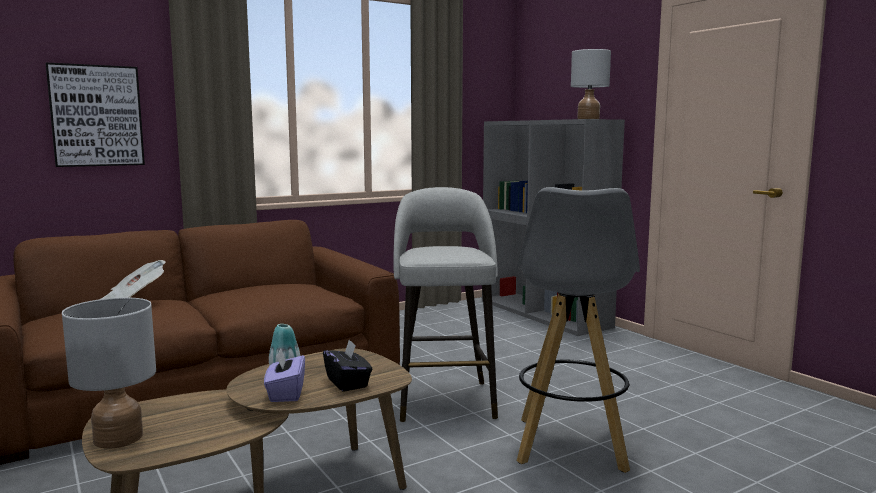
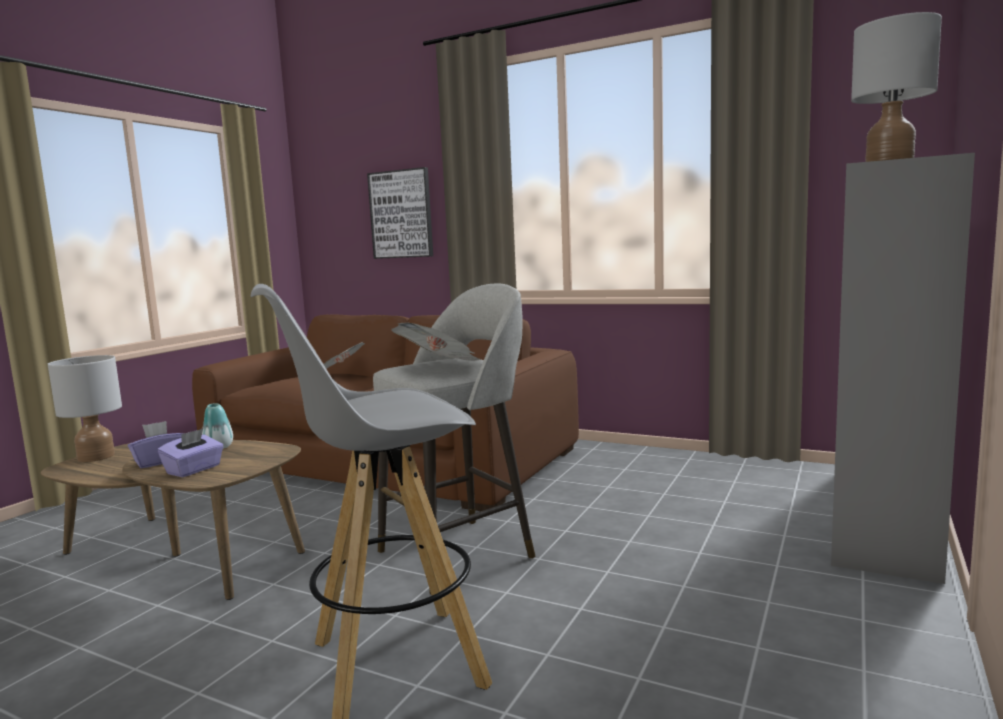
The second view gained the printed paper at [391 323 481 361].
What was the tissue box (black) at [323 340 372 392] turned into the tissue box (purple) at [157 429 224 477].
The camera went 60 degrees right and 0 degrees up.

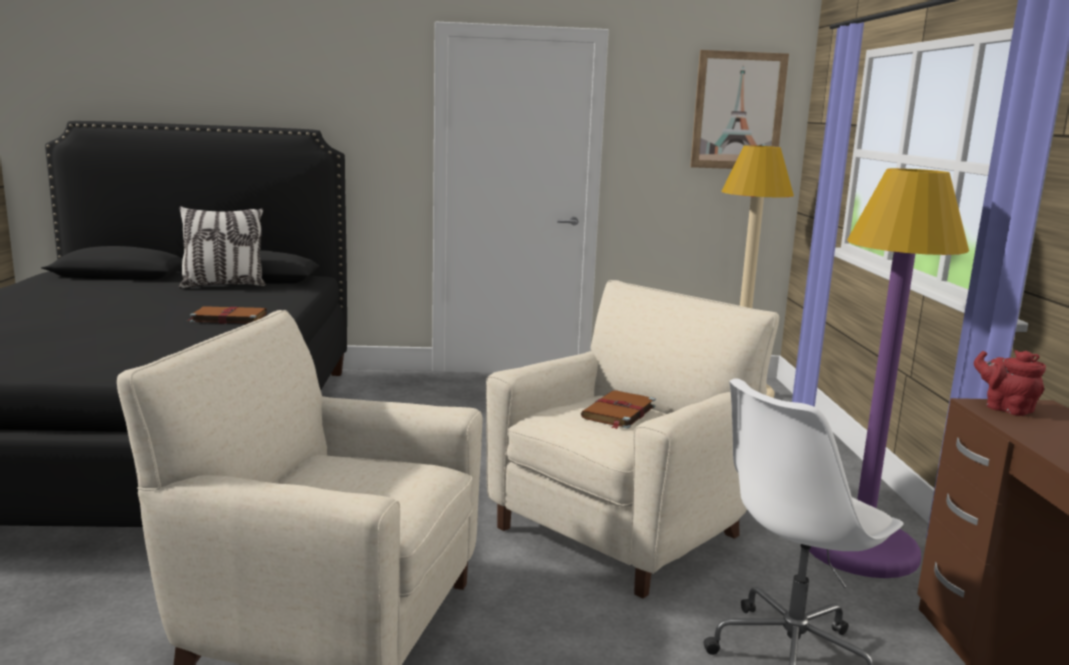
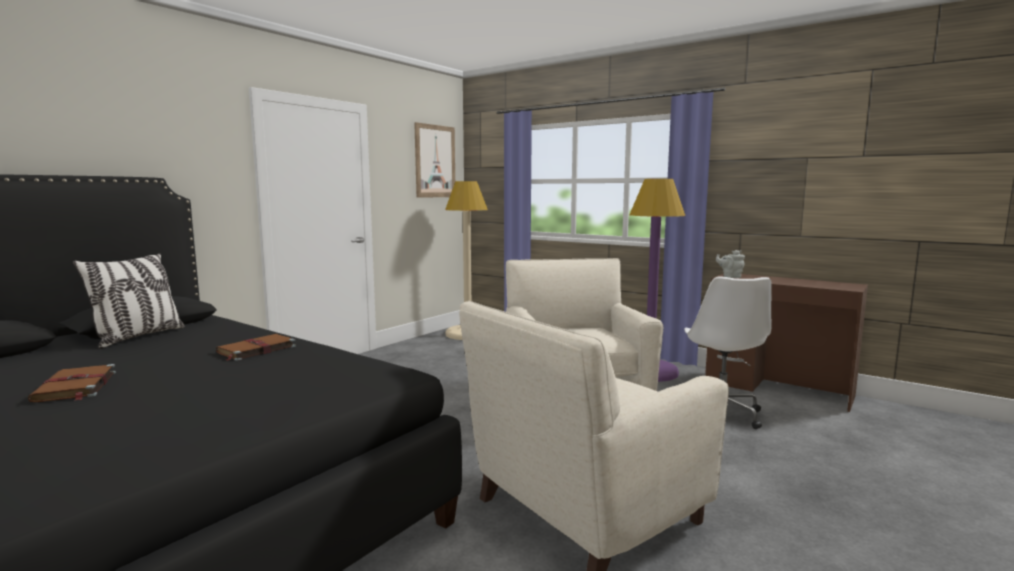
The bound book (brown-coloured) ended up elsewhere, having gone from [581 390 656 429] to [28 364 116 402].
What was the teapot (red-coloured) at [974 350 1046 416] turned into the teapot (grey) at [716 250 745 278].
The camera went 50 degrees left and 5 degrees down.

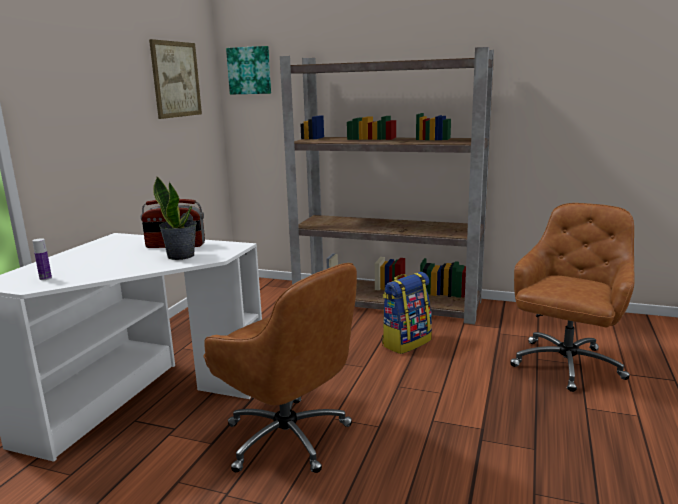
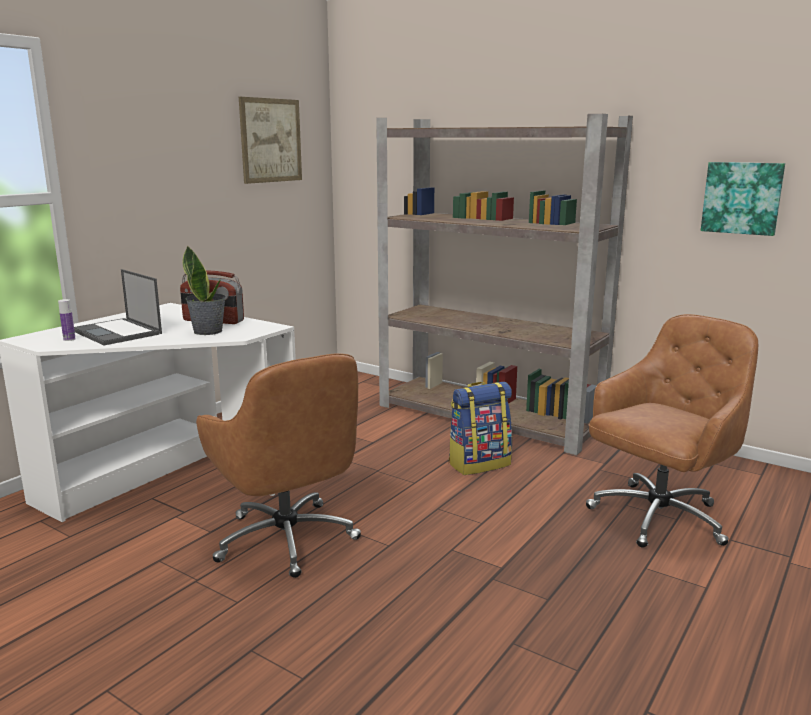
The second view gained the notebook computer at [74 269 162 345].
The wall picture ended up elsewhere, having gone from [226 46 271 94] to [701 162 785 236].
The camera went 15 degrees right and 0 degrees up.

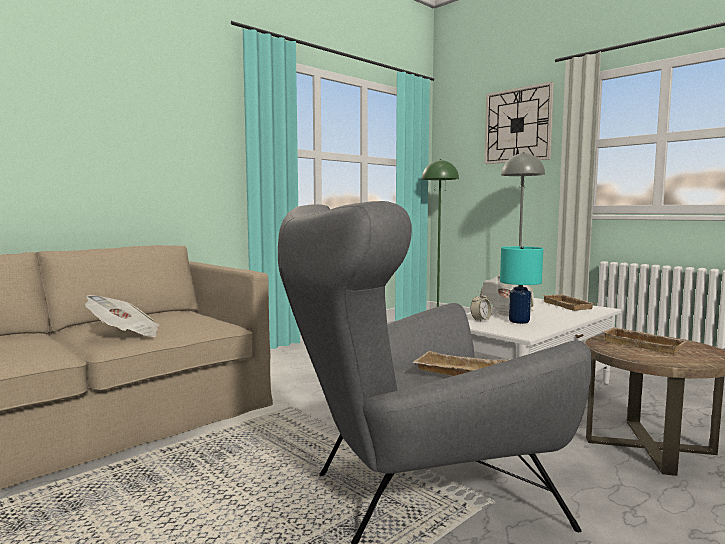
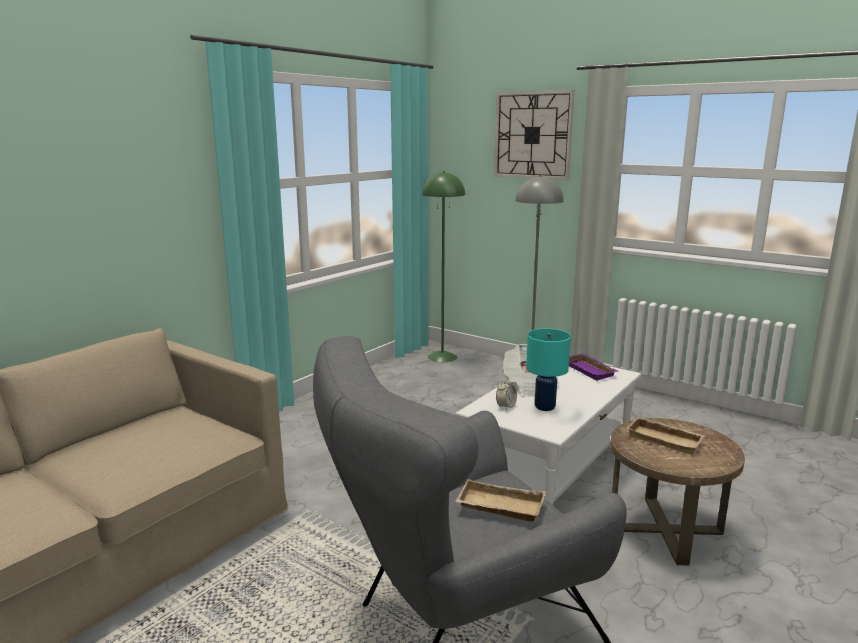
The second view lost the printed paper at [85 295 160 337].
What was the tray (sand-coloured) at [543 294 595 311] turned into the tray (purple) at [569 354 619 381].
The camera went 10 degrees left and 10 degrees up.

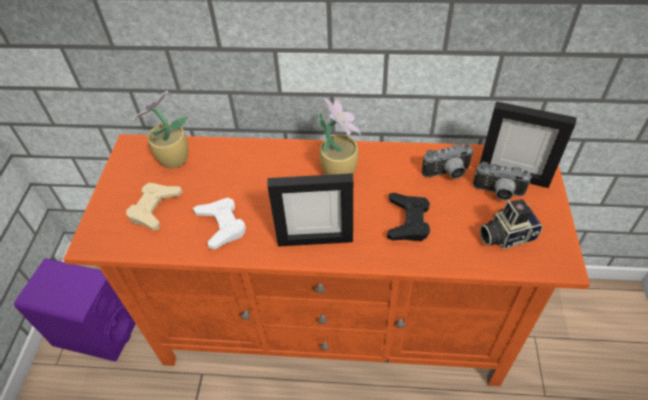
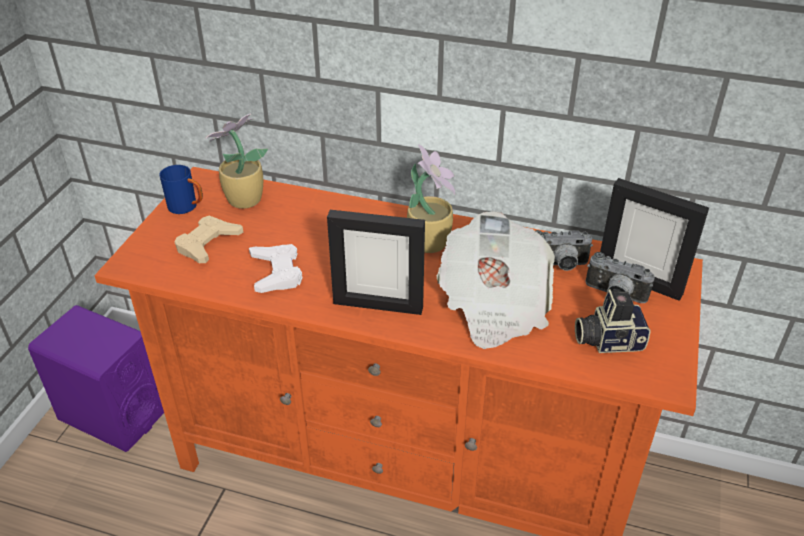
The second view gained the tea mug (bluish) at [159 165 203 214].
Where the game controller (black) stood at [387 193 430 241], the printed paper came to stand at [436 211 555 349].
The camera went 10 degrees right and 10 degrees down.

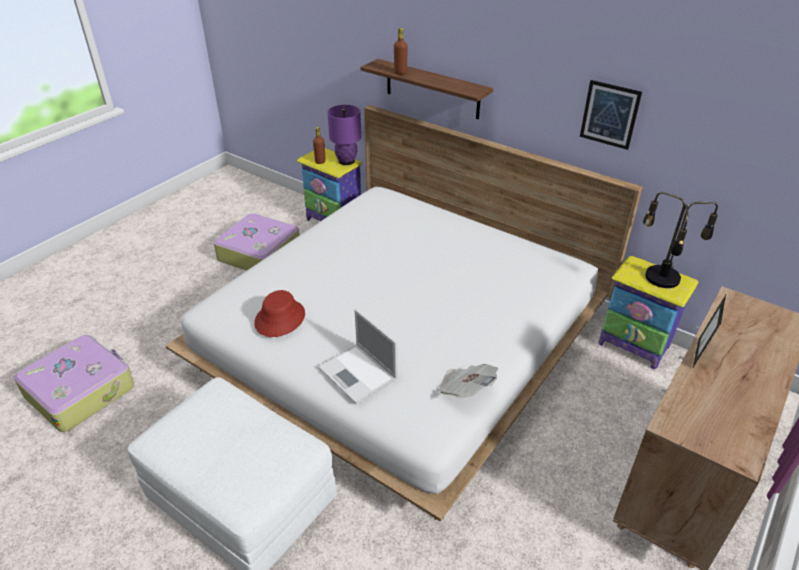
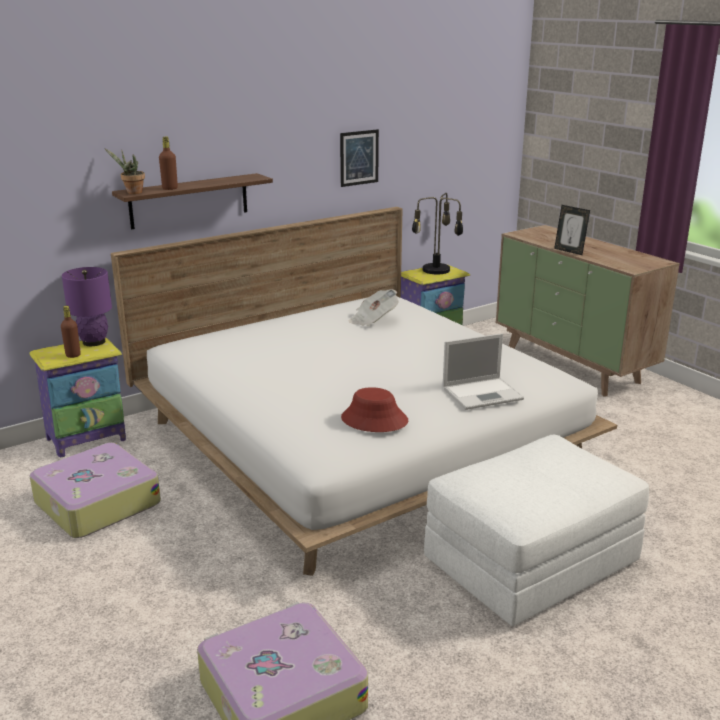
The second view gained the houseplant at [104 148 145 194].
The printed paper ended up elsewhere, having gone from [437 364 499 398] to [349 289 399 326].
The camera went 70 degrees left and 15 degrees down.

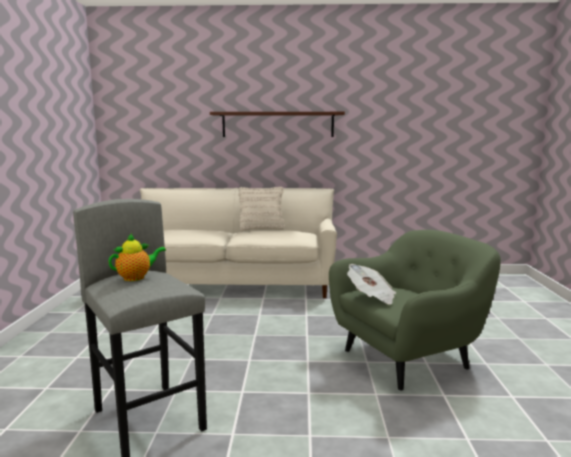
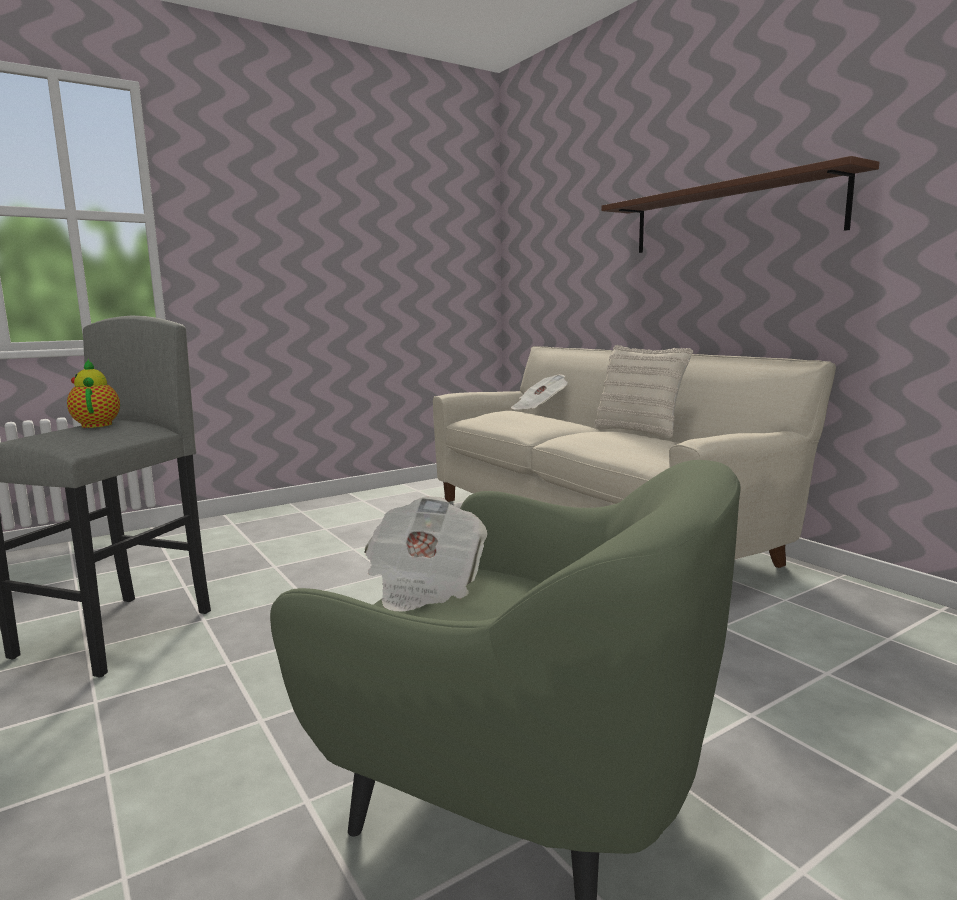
The second view gained the printed paper at [511 374 568 410].
The teapot at [108 234 166 281] ended up facing another way, 135 degrees counterclockwise from before.
The camera went 55 degrees right and 0 degrees up.

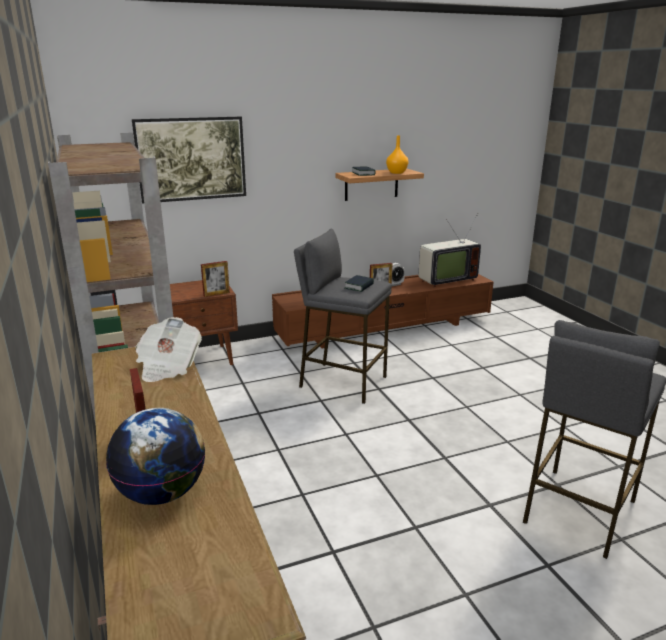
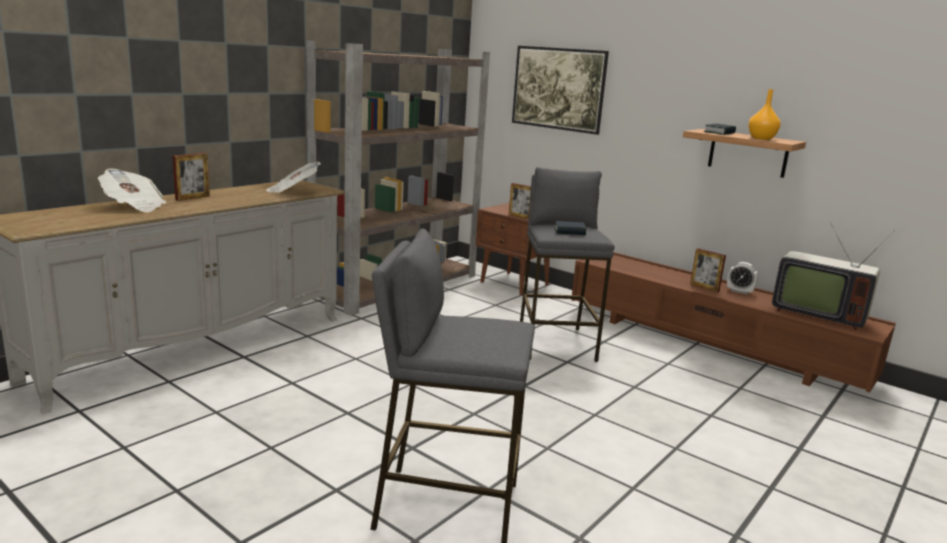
Where the globe stood at [106 408 205 505], the printed paper came to stand at [98 169 166 212].
The camera went 60 degrees right and 5 degrees down.

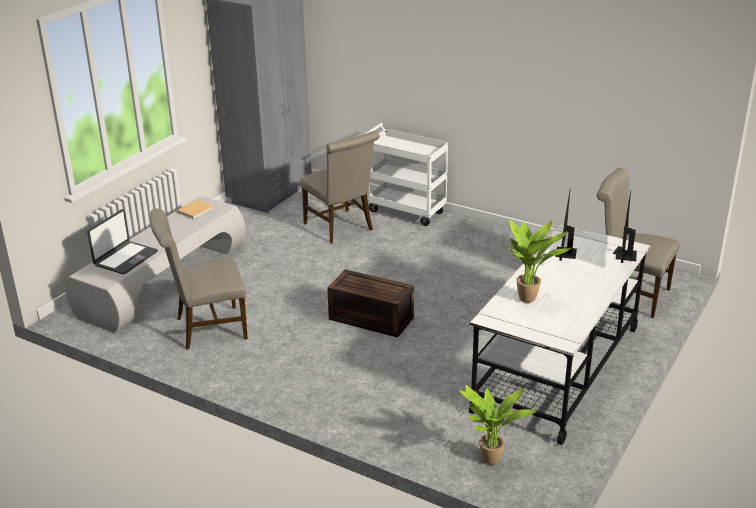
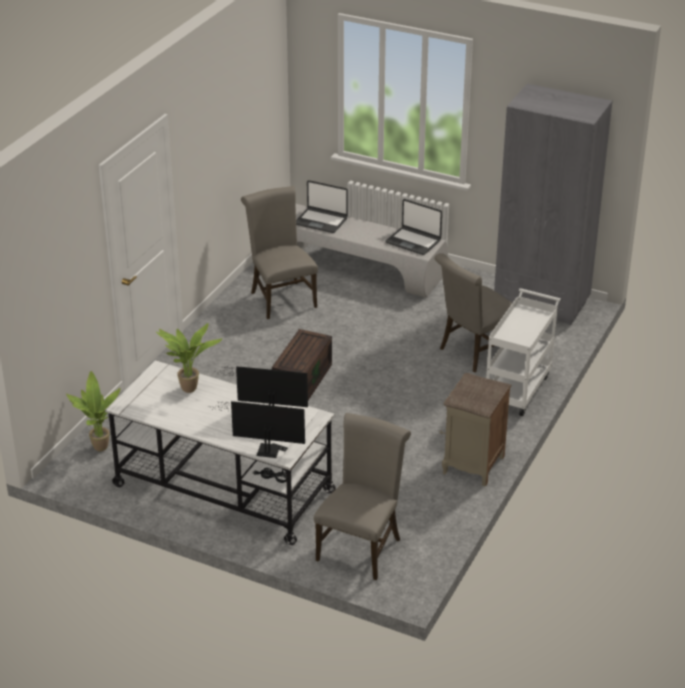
The second view gained the nightstand (sand-coloured) at [440 373 511 487].
Where the bound book (sand-coloured) stood at [177 200 214 219], the notebook computer came to stand at [385 199 442 255].
The camera went 85 degrees right and 5 degrees up.

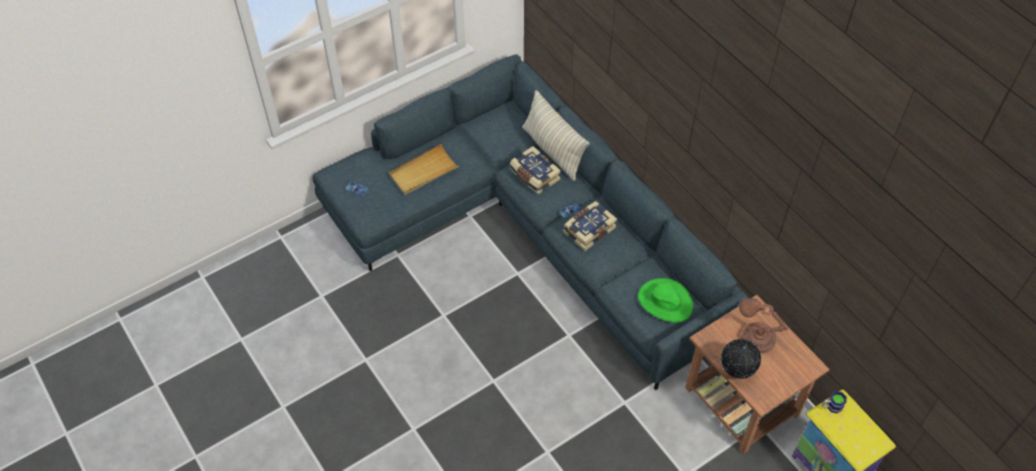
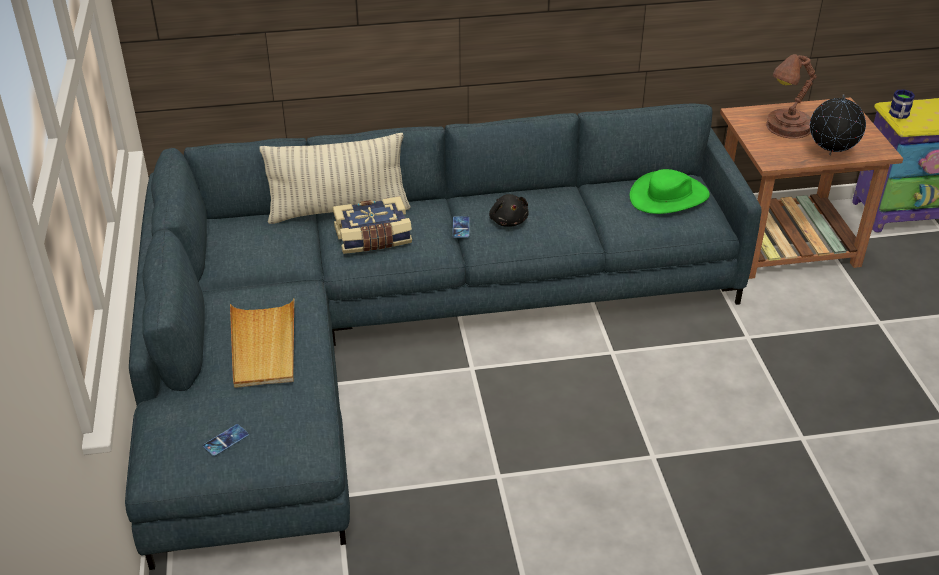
Where the bound book stood at [563 201 617 251], the soft toy (black) came to stand at [489 194 528 227].
The camera went 65 degrees left and 15 degrees down.

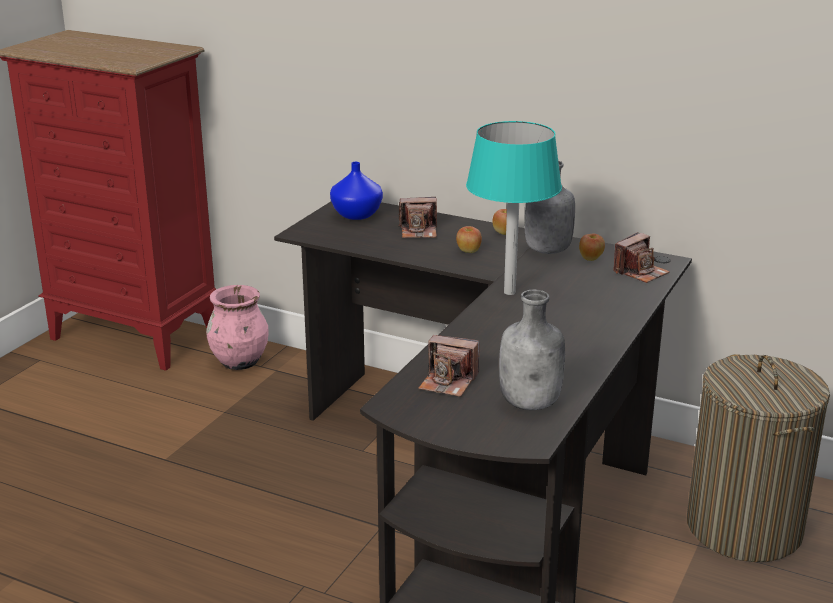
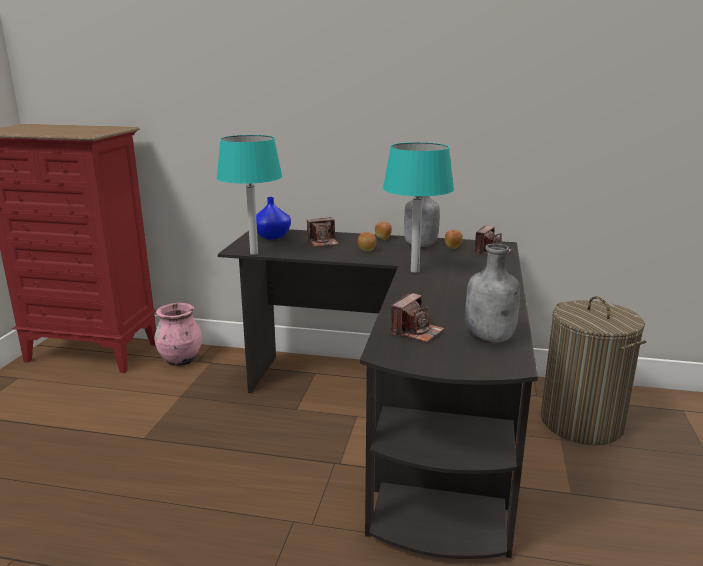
The second view gained the table lamp (blue-green) at [216 135 283 255].
The still camera at [419 335 479 397] ended up facing another way, 60 degrees counterclockwise from before.
The camera went 15 degrees left and 5 degrees down.

